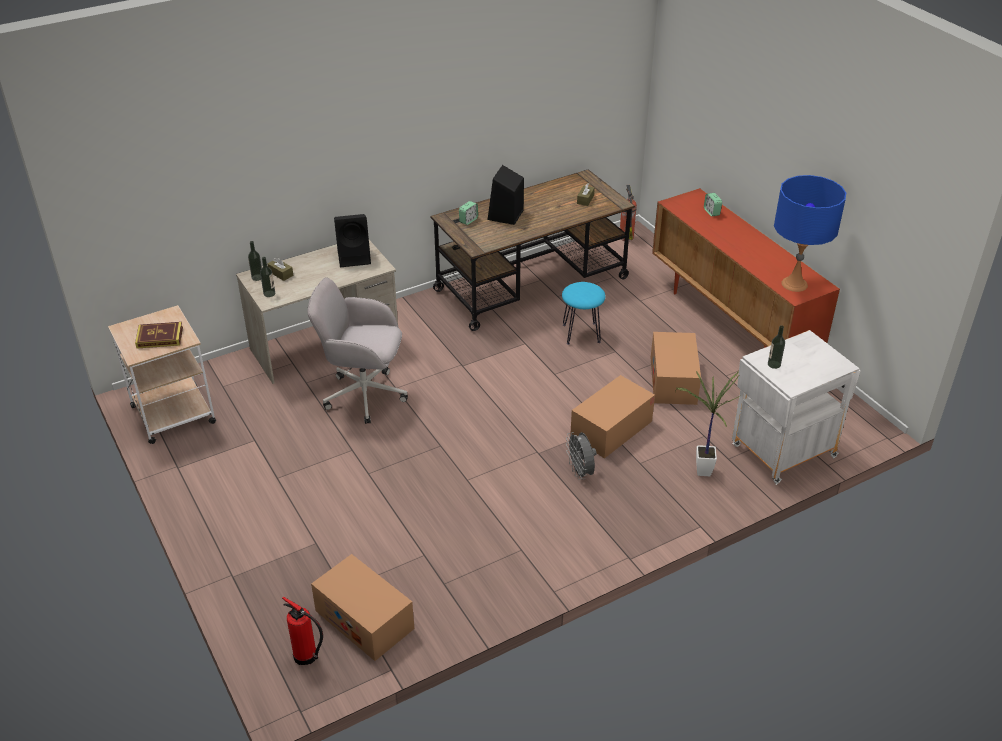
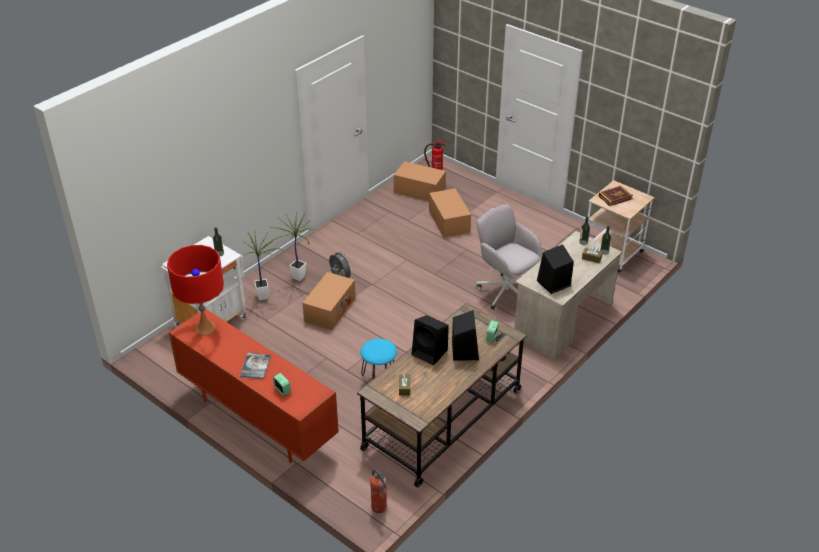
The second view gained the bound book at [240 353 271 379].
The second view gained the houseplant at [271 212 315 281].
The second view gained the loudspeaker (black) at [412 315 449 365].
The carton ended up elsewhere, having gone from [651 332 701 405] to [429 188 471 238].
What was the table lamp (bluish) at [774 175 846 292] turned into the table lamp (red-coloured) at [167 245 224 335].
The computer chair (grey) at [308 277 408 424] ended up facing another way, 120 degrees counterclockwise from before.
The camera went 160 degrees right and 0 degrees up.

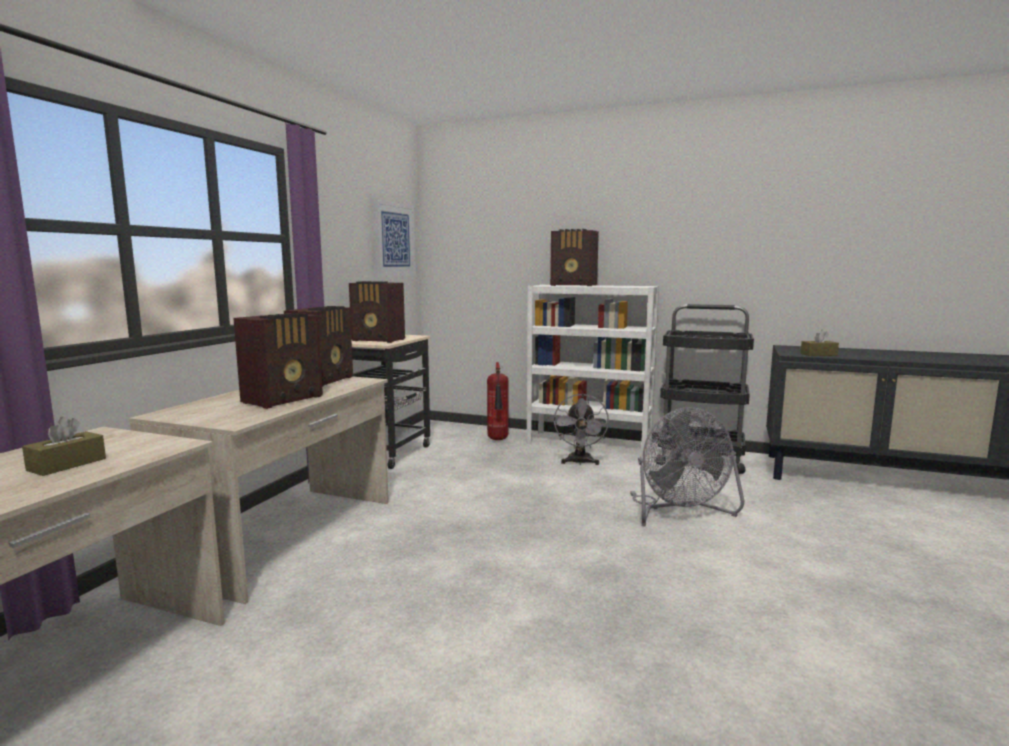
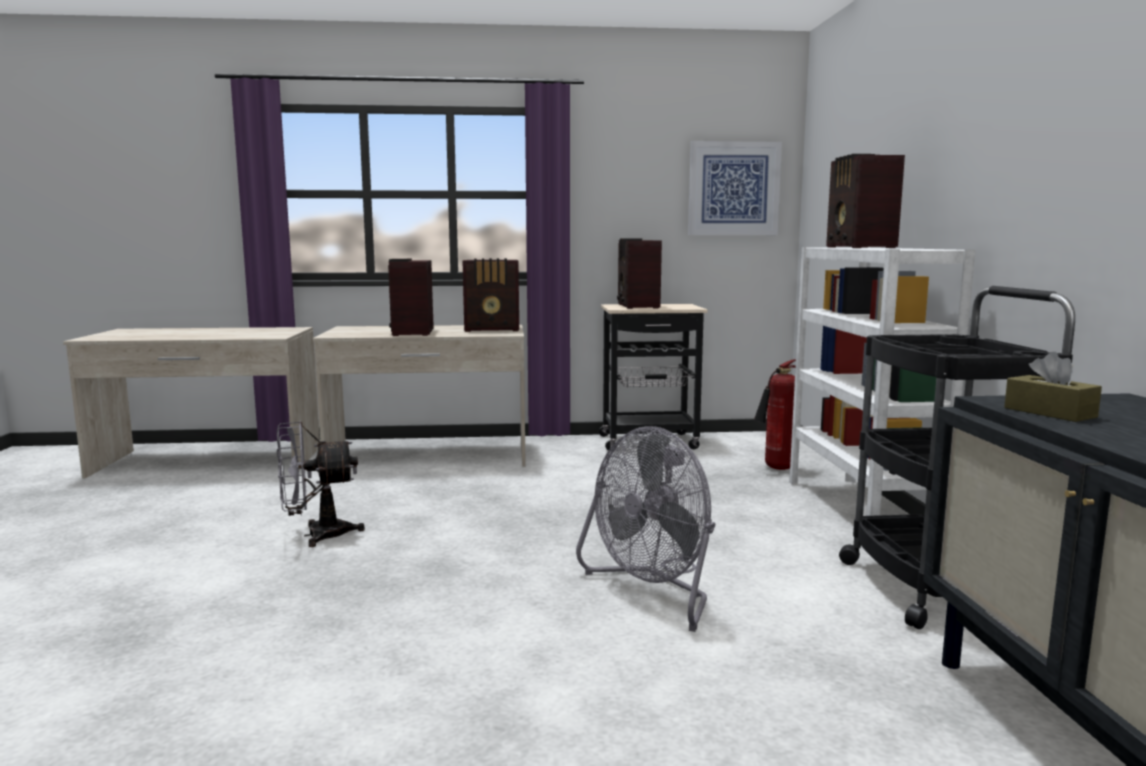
The second view lost the tissue box (brown-coloured) at [22 417 106 476].
The electric fan (grey) ended up elsewhere, having gone from [554 394 609 465] to [277 421 365 547].
The radio at [233 313 323 409] ended up facing another way, 75 degrees clockwise from before.
The camera went 65 degrees right and 0 degrees up.

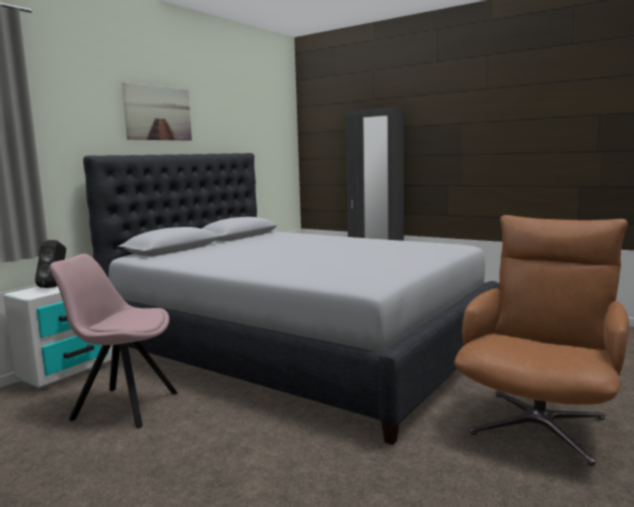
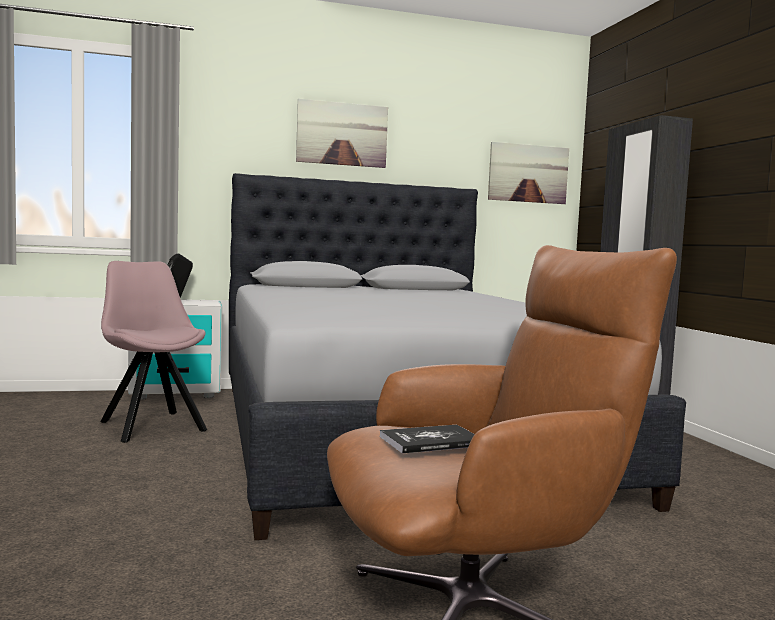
The second view gained the bound book at [380 425 475 453].
The second view gained the wall picture at [488 142 569 204].
The camera went 40 degrees right and 5 degrees down.

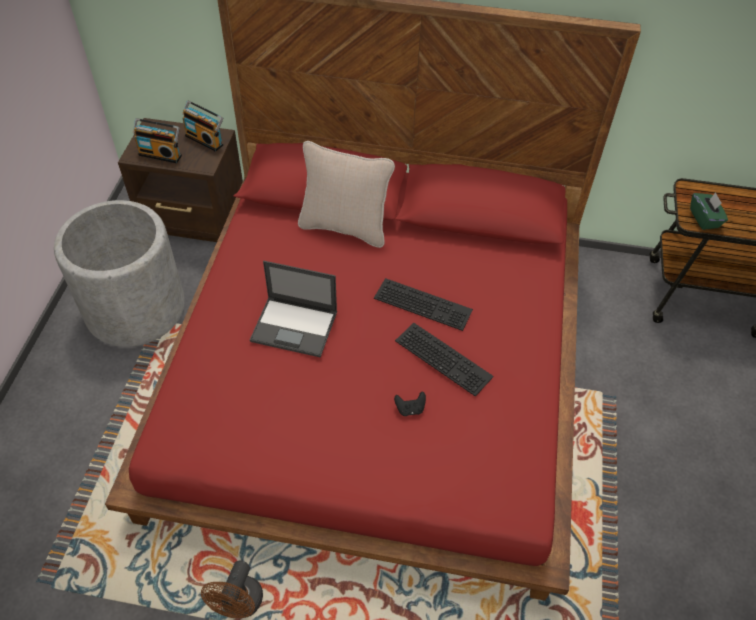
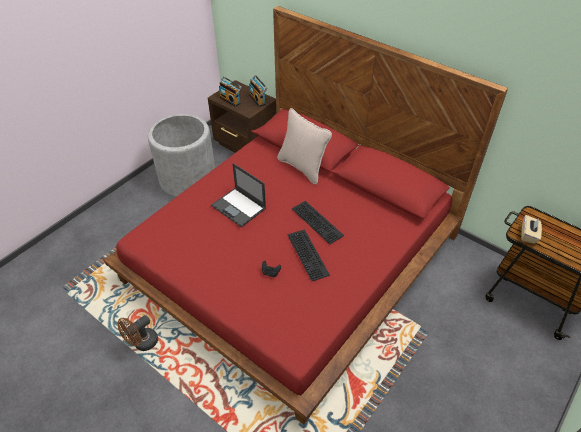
What was the tissue box (green-coloured) at [690 192 728 230] turned into the tissue box (sand-coloured) at [521 215 542 244].
The camera went 30 degrees right and 5 degrees down.

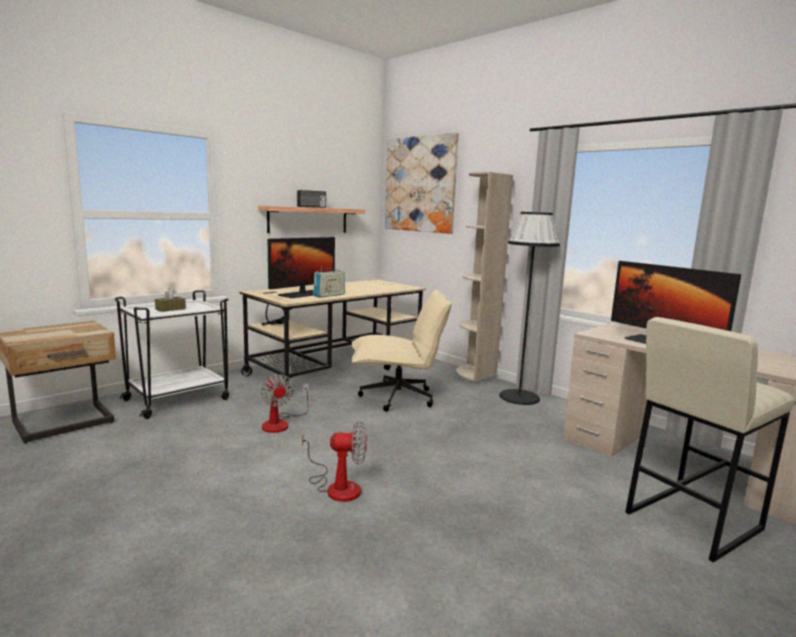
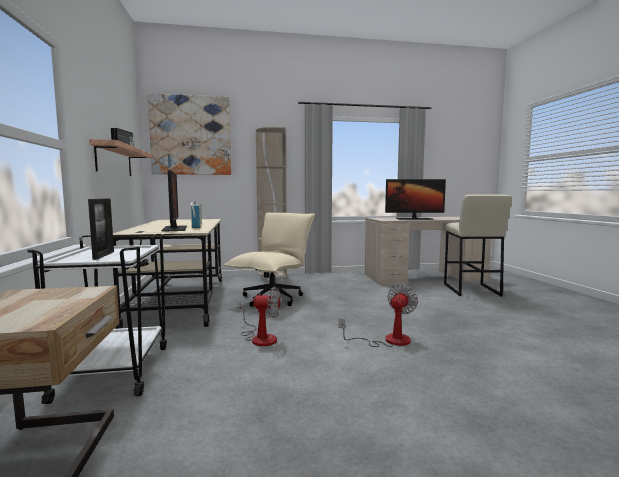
The second view lost the standing lamp (black) at [499 212 560 405].
Where the tissue box (brown-coloured) stood at [155 288 186 312], the standing frame came to stand at [88 198 114 260].
The camera went 55 degrees left and 5 degrees down.

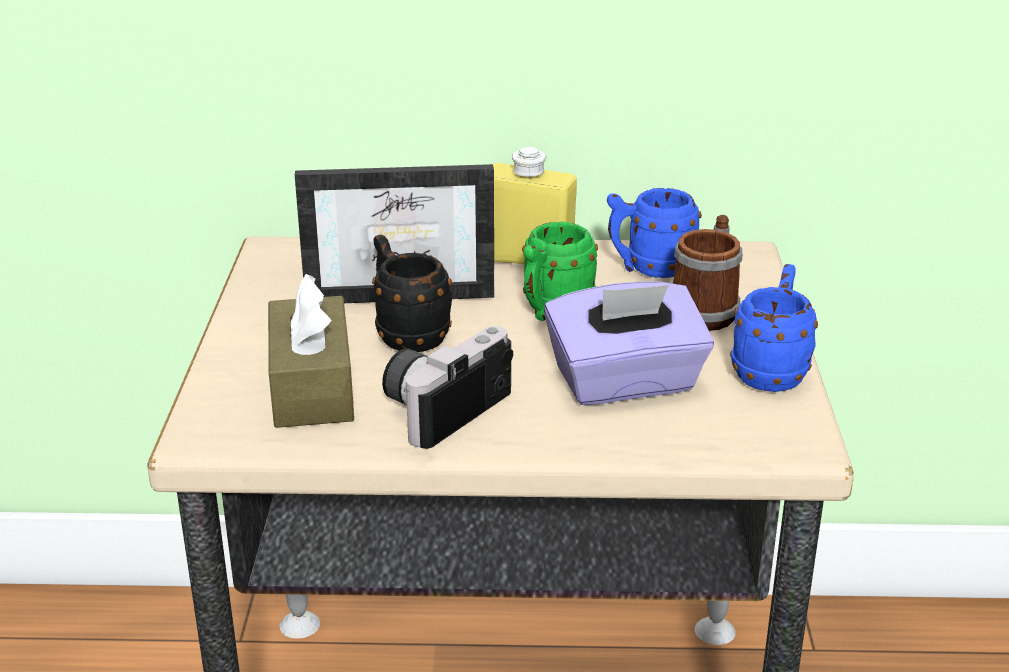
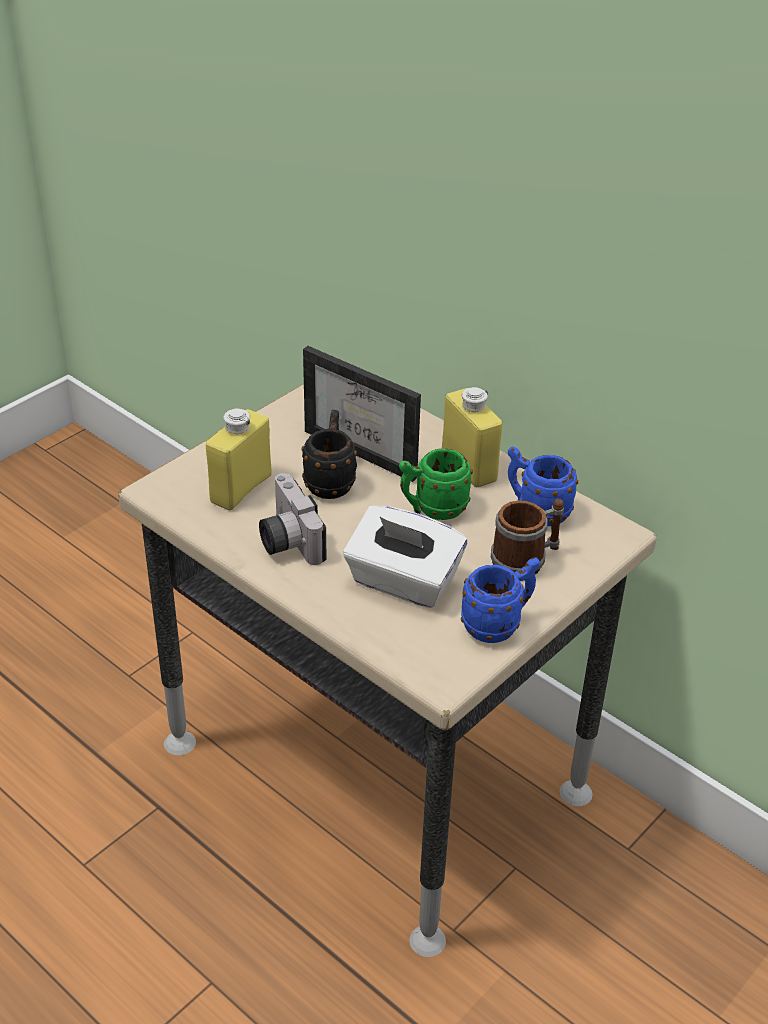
Where the tissue box (brown-coloured) stood at [268 274 354 428], the drink bottle (yellowish) came to stand at [206 409 272 510].
What was the tissue box (purple) at [544 281 714 405] turned into the tissue box (white) at [343 505 467 608].
The still camera at [382 326 513 449] ended up facing another way, 105 degrees counterclockwise from before.
The camera went 40 degrees right and 10 degrees up.

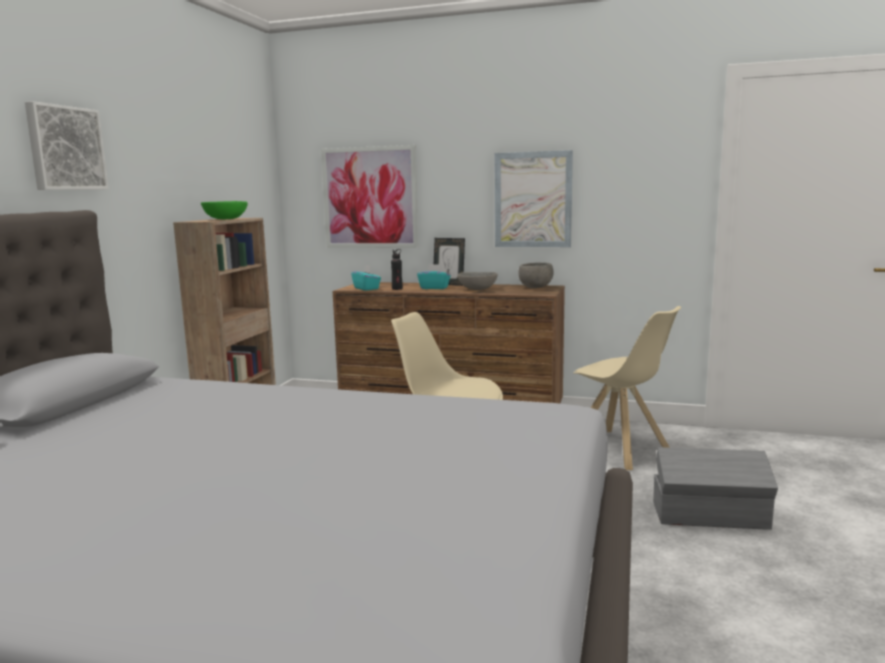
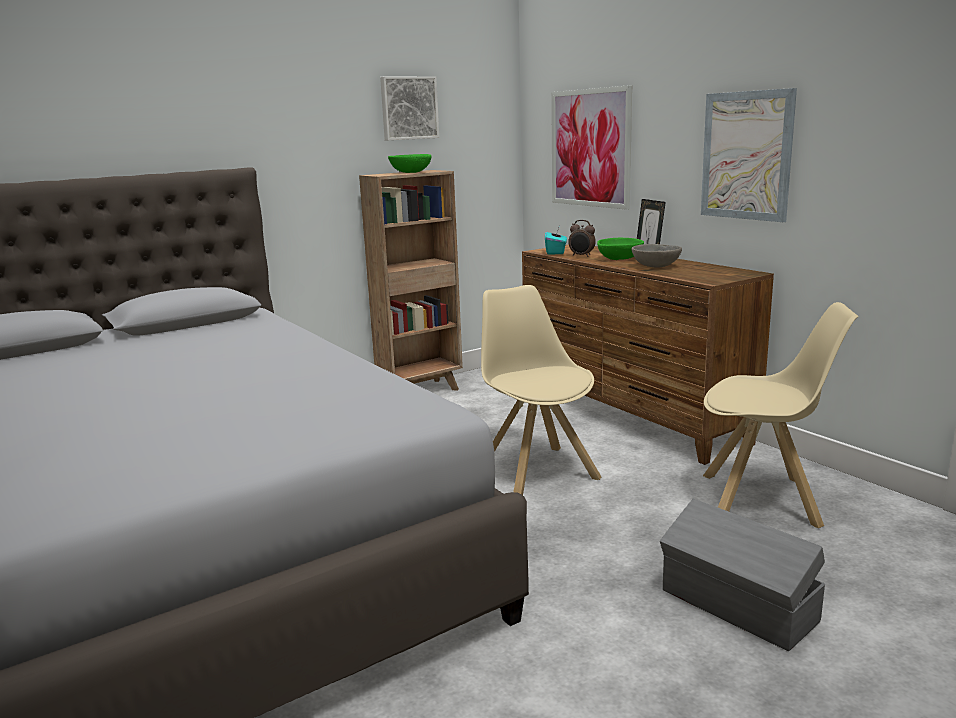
The second view lost the bowl (grey) at [519 262 554 288].
The wall picture ended up elsewhere, having gone from [25 101 109 190] to [380 76 439 140].
Where the drink bottle (black) stood at [391 249 403 290], the table clock came to stand at [568 220 596 257].
Where the tissue box (blue-green) stood at [417 264 451 289], the bowl (green-coloured) came to stand at [597 238 644 260].
The upright chair (sand-coloured) at [573 306 681 470] ended up facing another way, 75 degrees counterclockwise from before.
The camera went 40 degrees right and 5 degrees up.

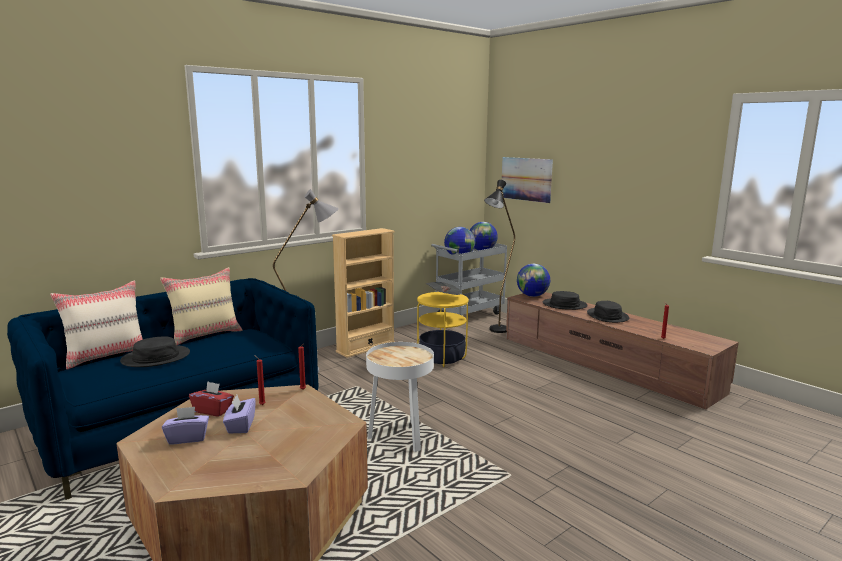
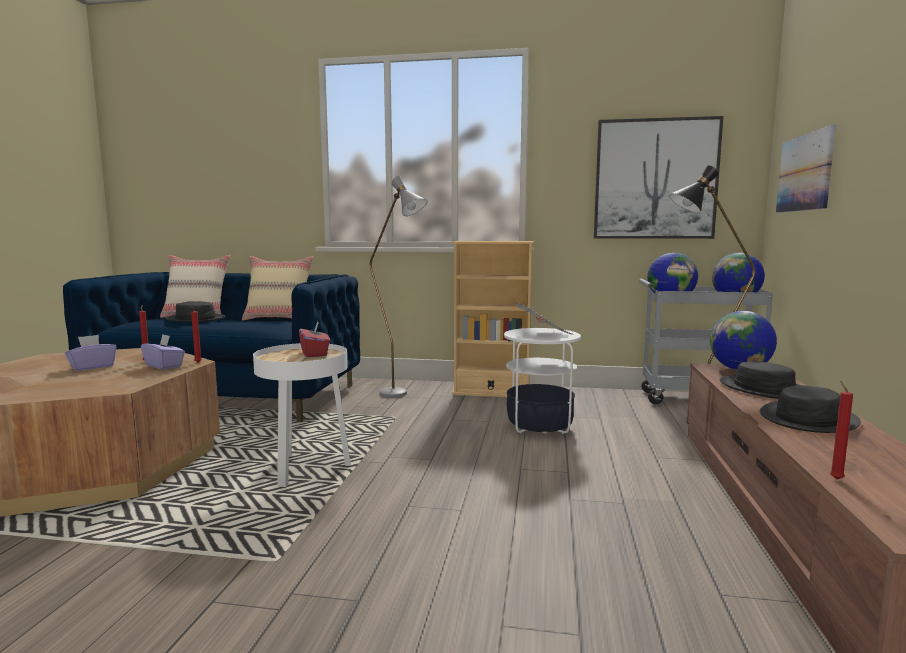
The second view gained the wall picture at [594 116 724 239].
The tissue box (purple) ended up elsewhere, having gone from [162 407 209 444] to [141 334 185 370].
The tissue box (red-coloured) ended up elsewhere, having gone from [189 381 234 417] to [299 321 330 357].
What was the accent table (yellowish) at [417 292 469 367] turned into the accent table (white) at [504 328 581 434].
The camera went 50 degrees right and 5 degrees down.

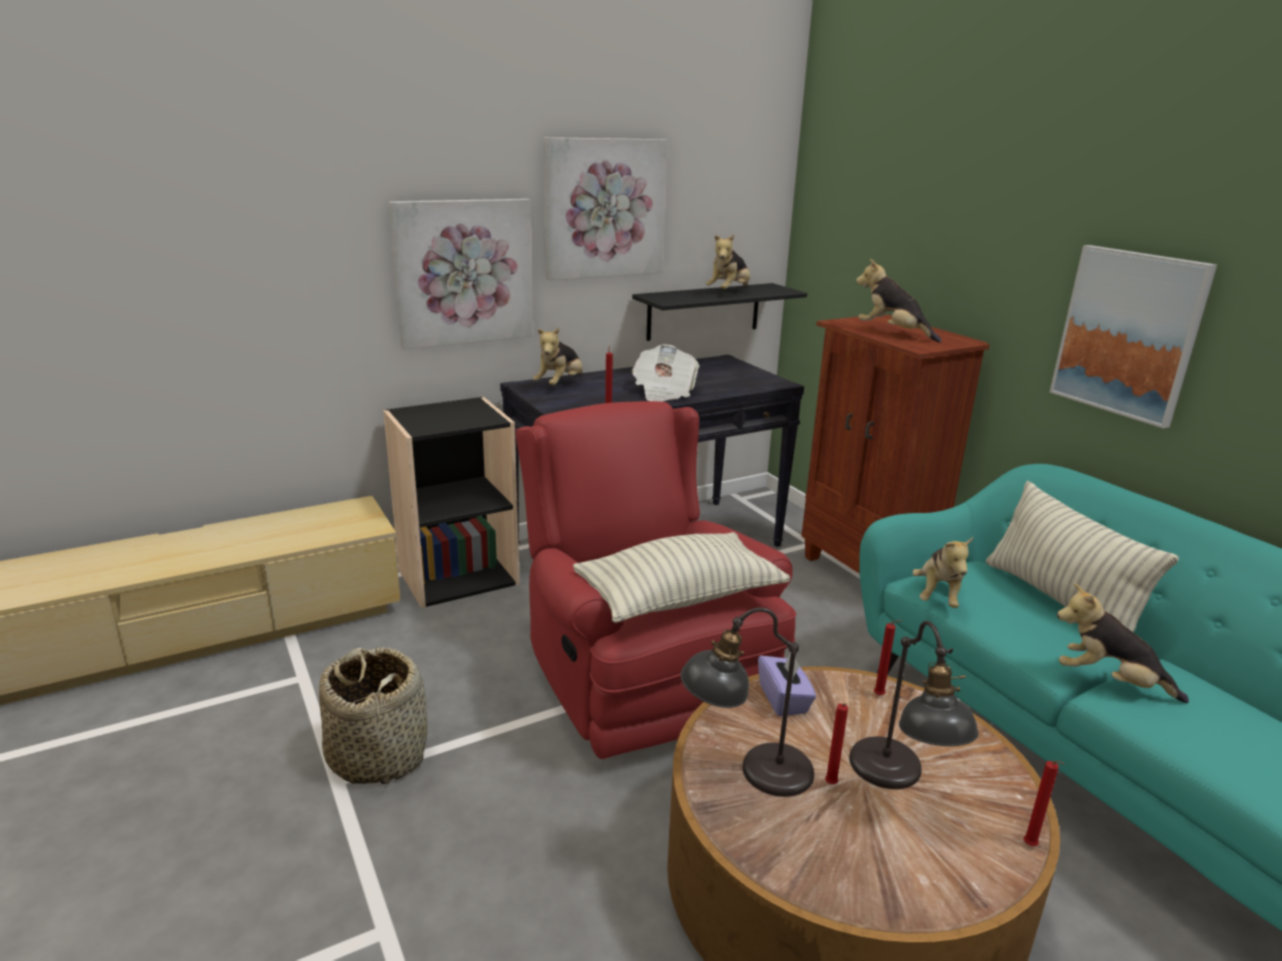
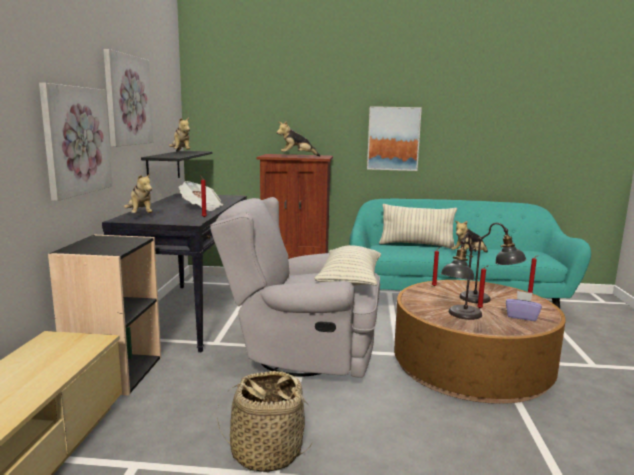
The second view lost the soft toy at [912 537 973 608].
The tissue box (purple) ended up elsewhere, having gone from [758 652 816 717] to [506 291 542 321].
What was the lounge chair (red-coloured) at [515 401 796 759] turned into the lounge chair (grey) at [210 197 380 378].
The camera went 55 degrees left and 10 degrees down.

